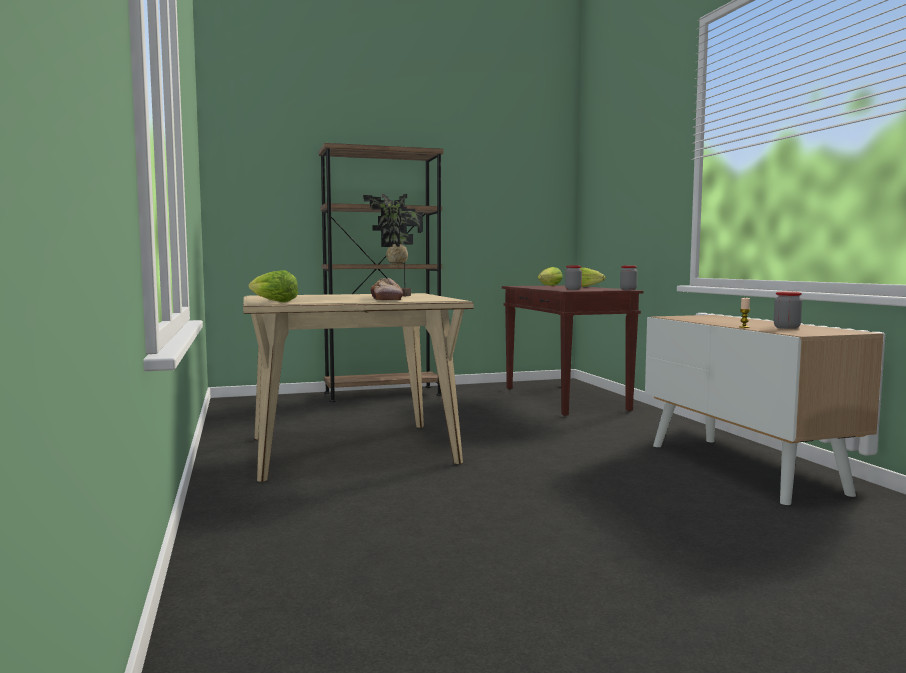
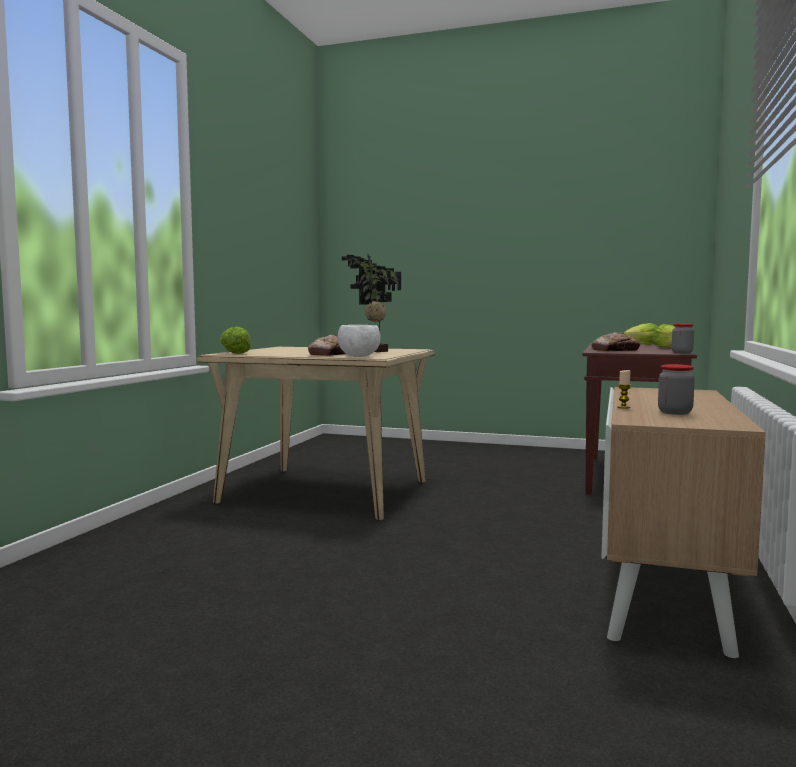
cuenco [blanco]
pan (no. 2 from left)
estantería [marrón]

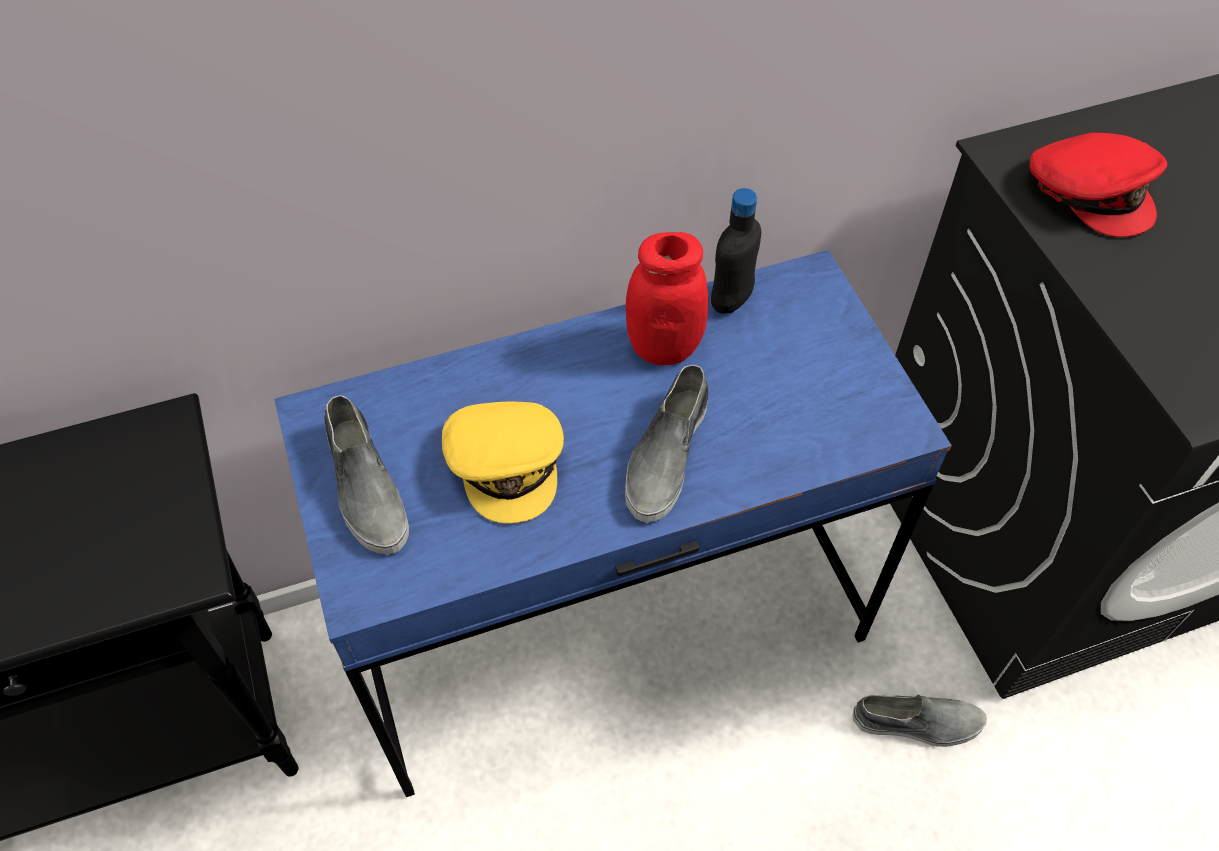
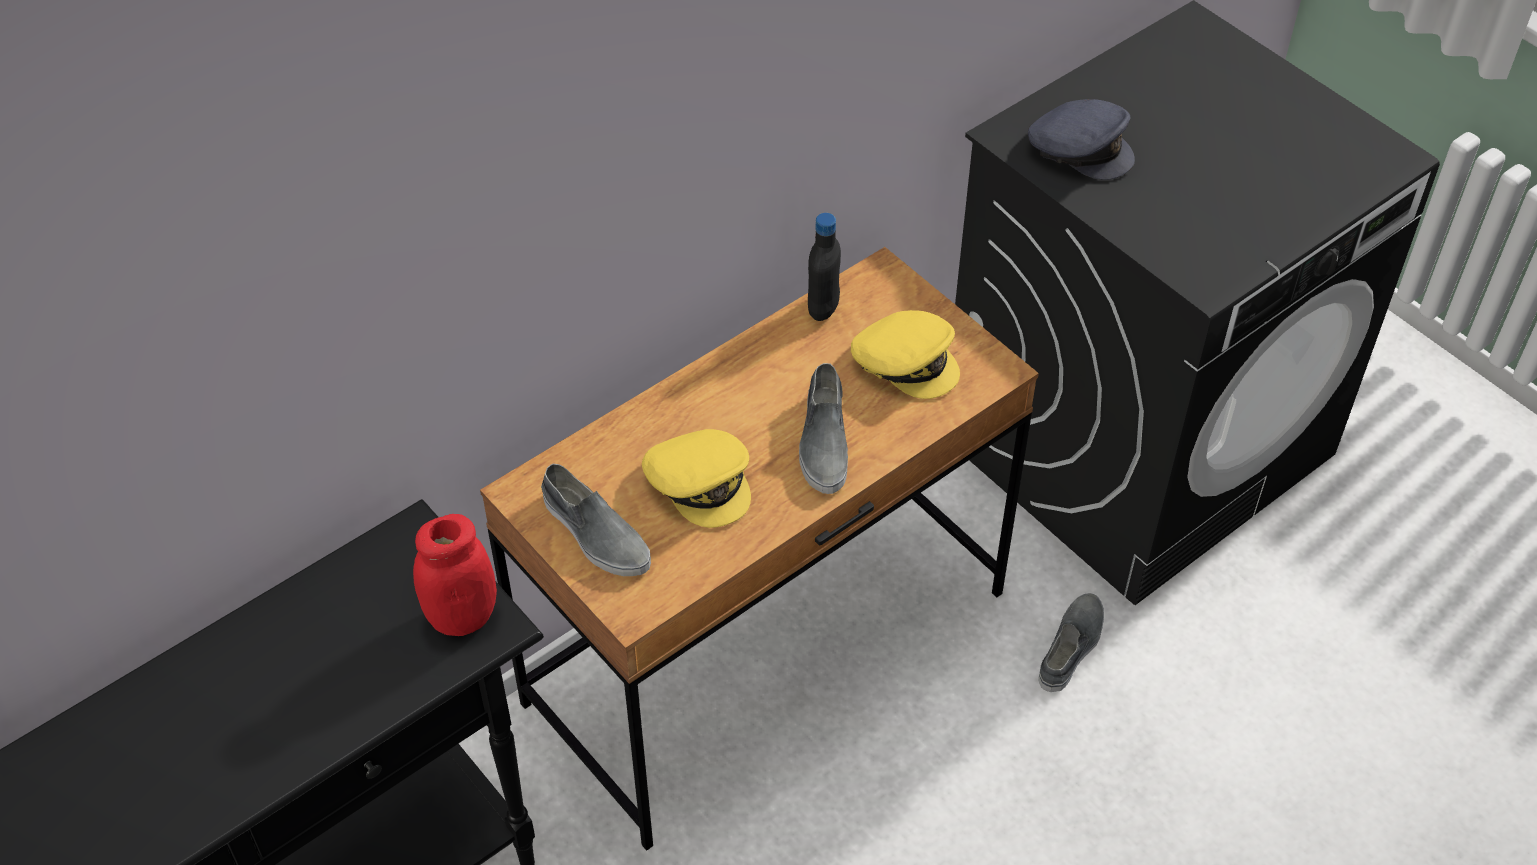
tarro [rojo]
escritorio [marrón]
gorra [amarillo] (no. 2 from left)
gorra [gris]
zapato [gris] (no. 3 from left)

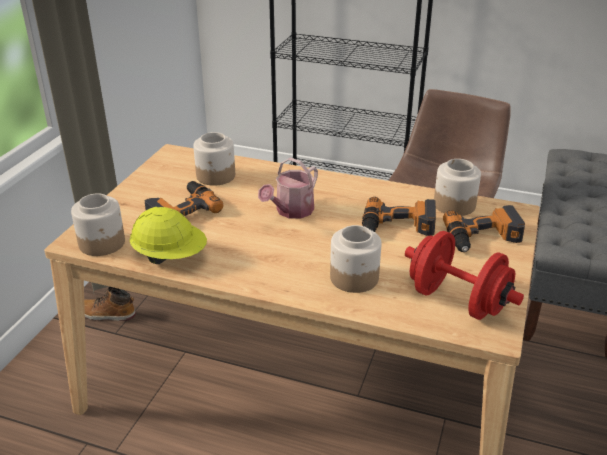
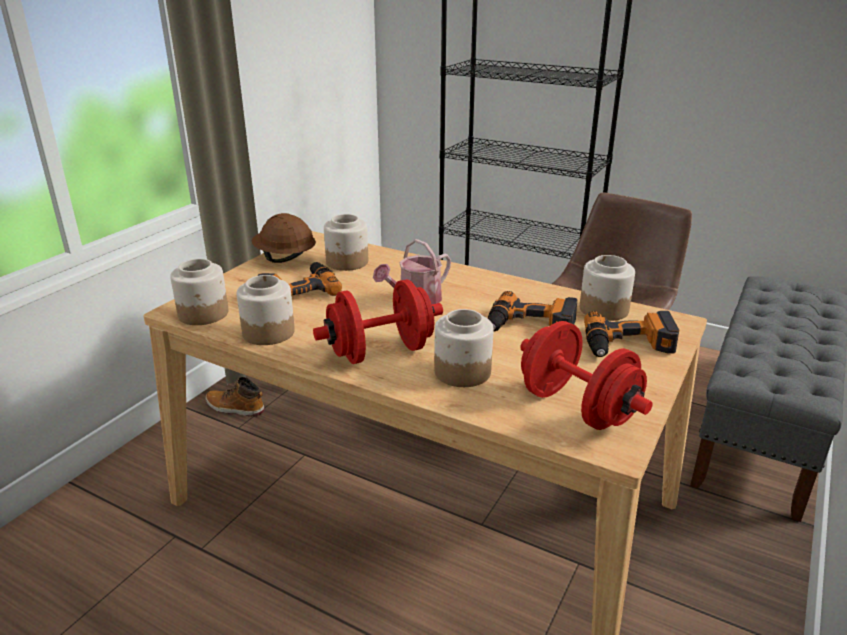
tarro (no. 2 from left)
casco [marrón]
mancuerna [rojo] (no. 1 from left)

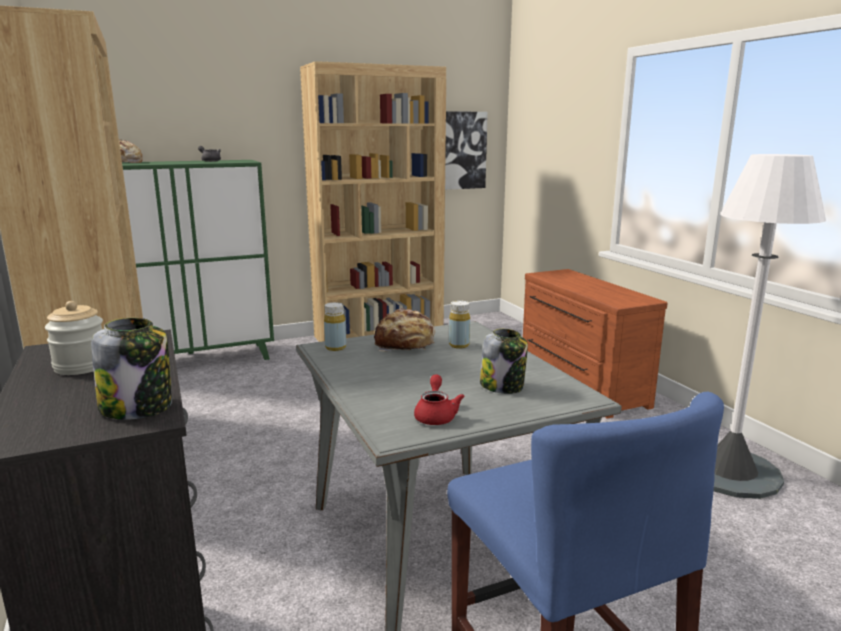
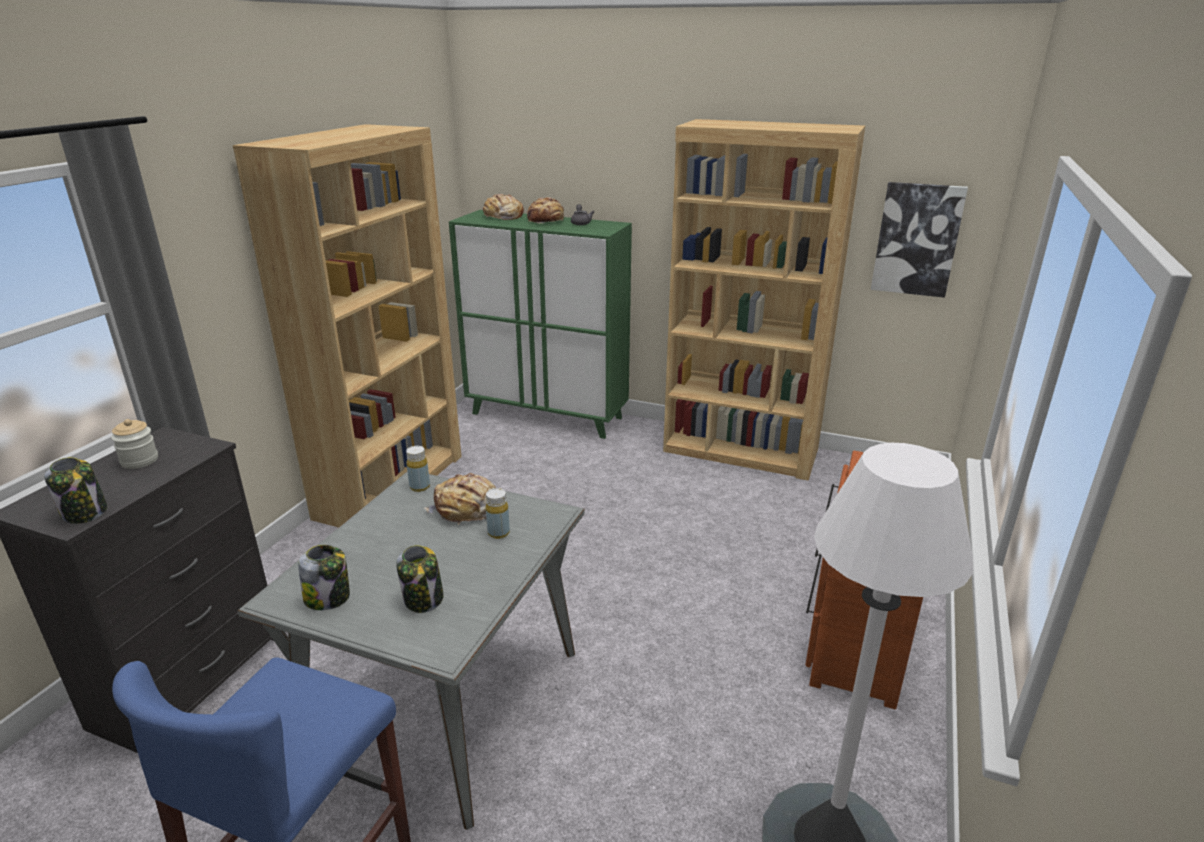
tarro (no. 3 from left)
pan (no. 3 from left)

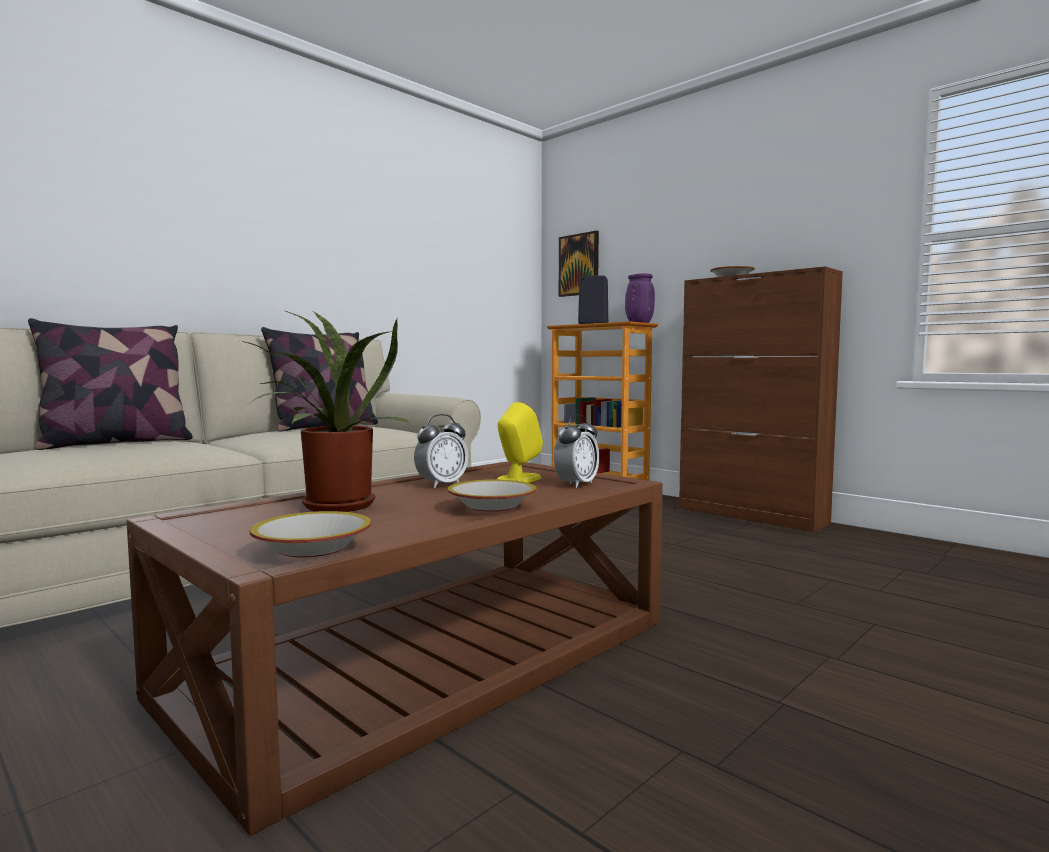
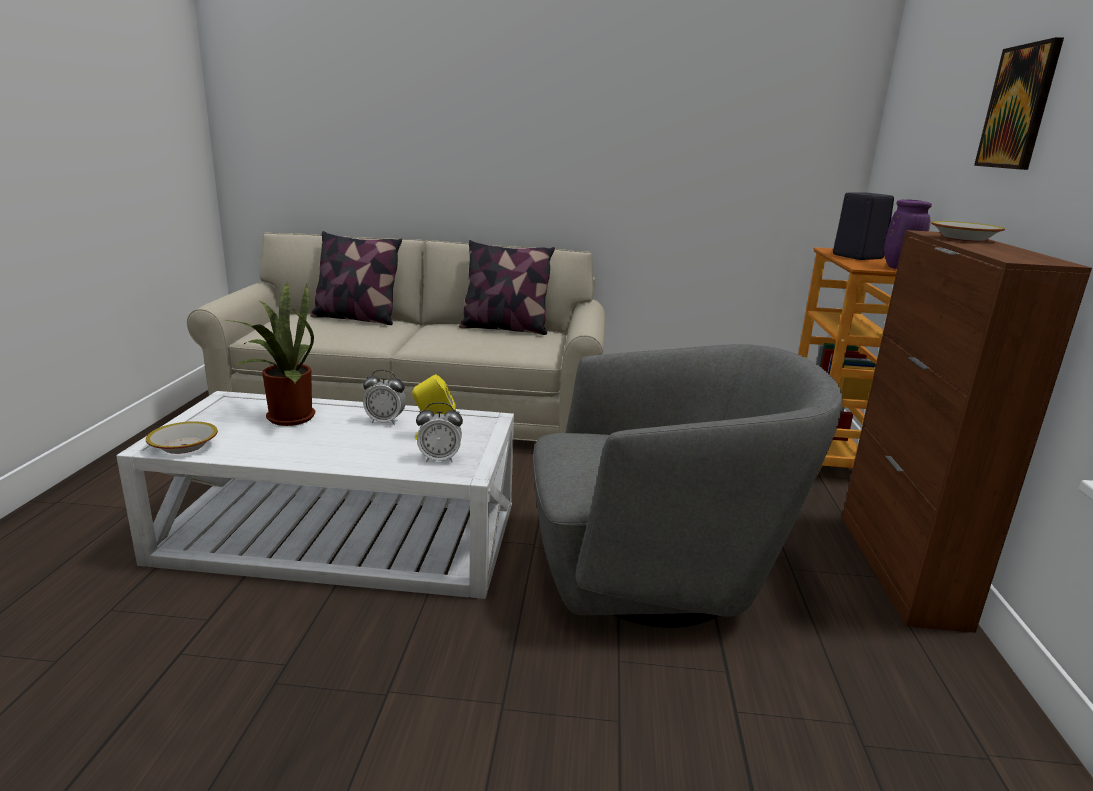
mesa de centro [blanco]
sillón [gris]
cuadro
cuenco (no. 2 from left in the first image)

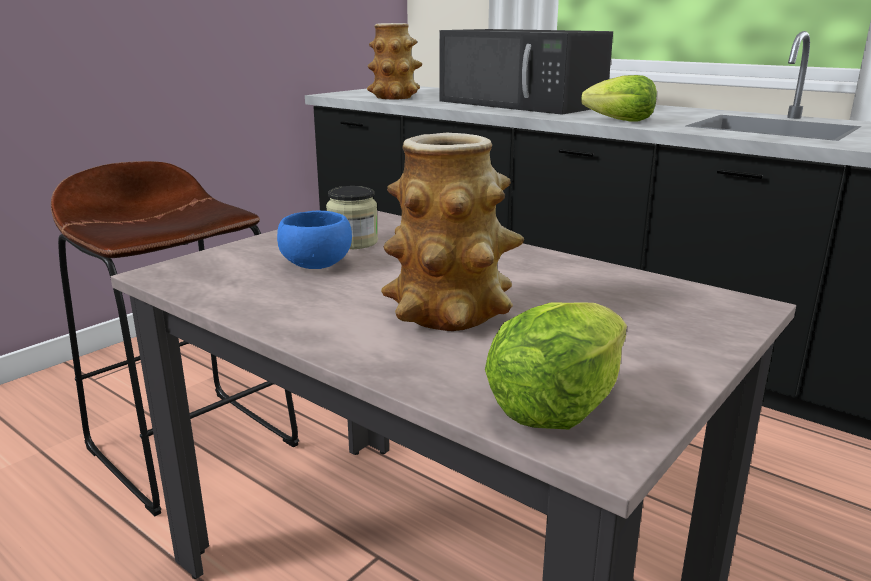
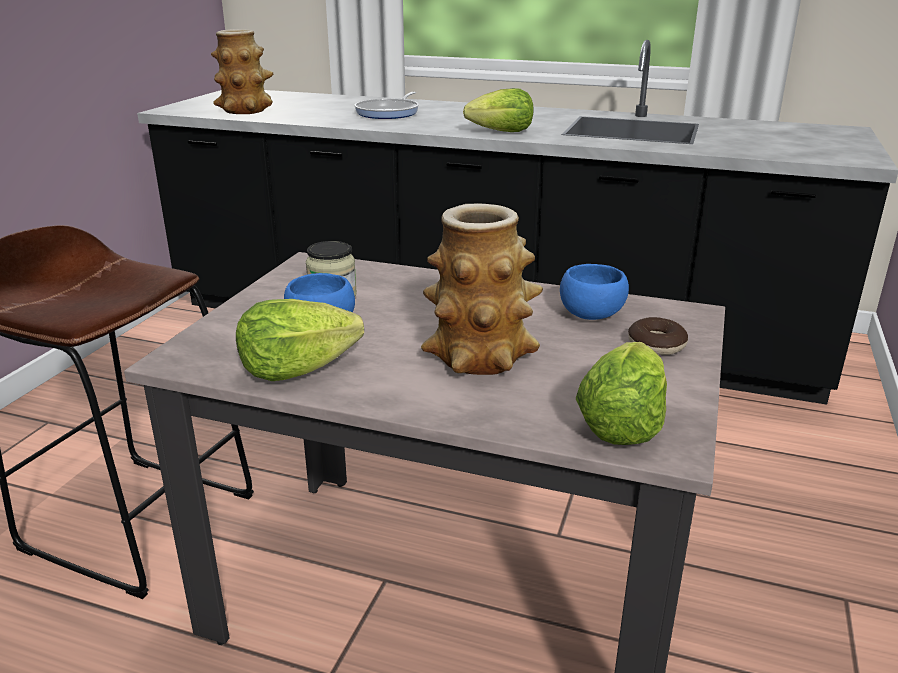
lechuga (no. 1 from left)
sartén
cuenco [azul] (no. 2 from left)
rosquilla

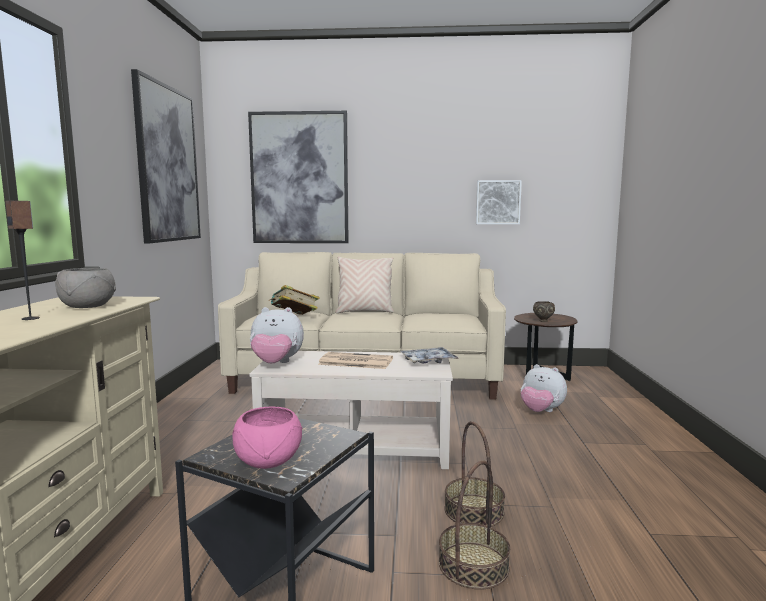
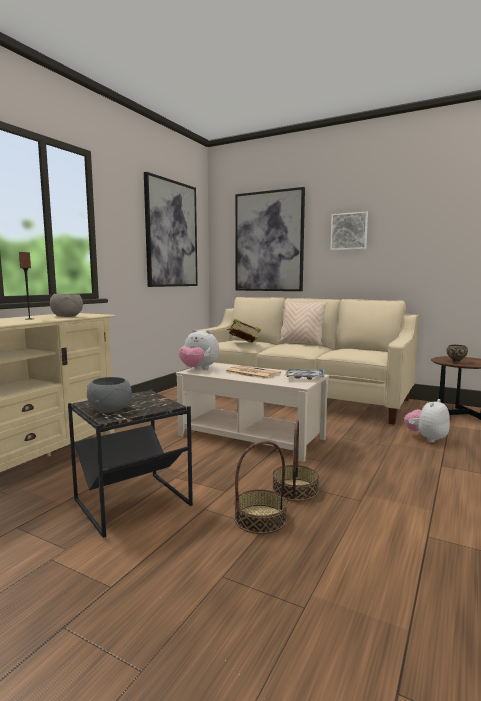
cuenco [gris] (no. 2 from left)
cuadro (no. 3 from left)
peluche (no. 2 from left)

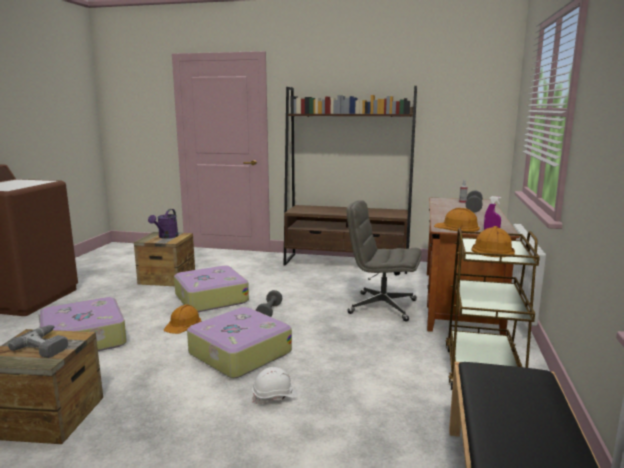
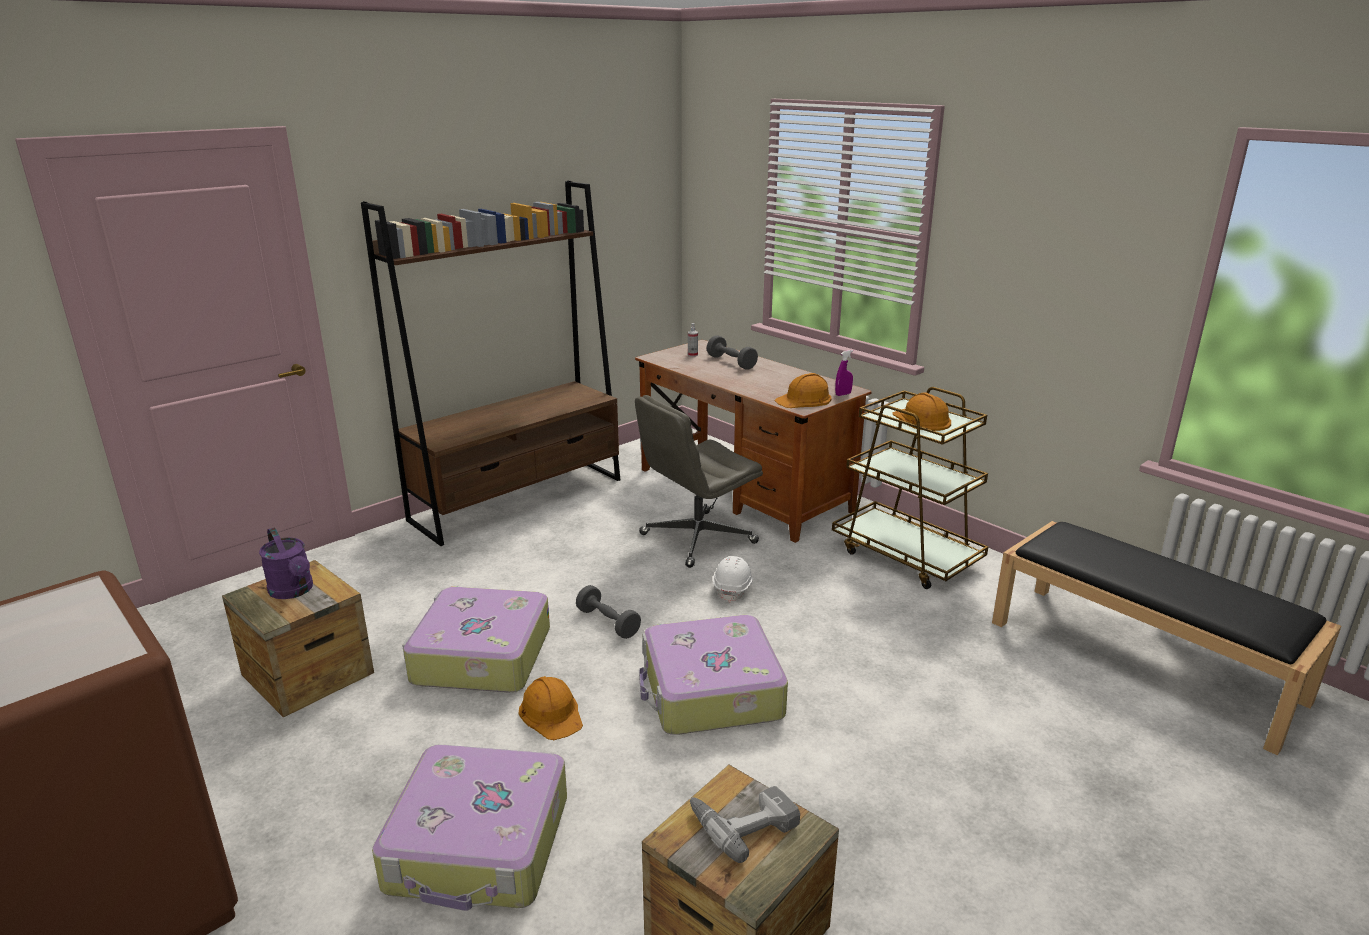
casco [blanco]

